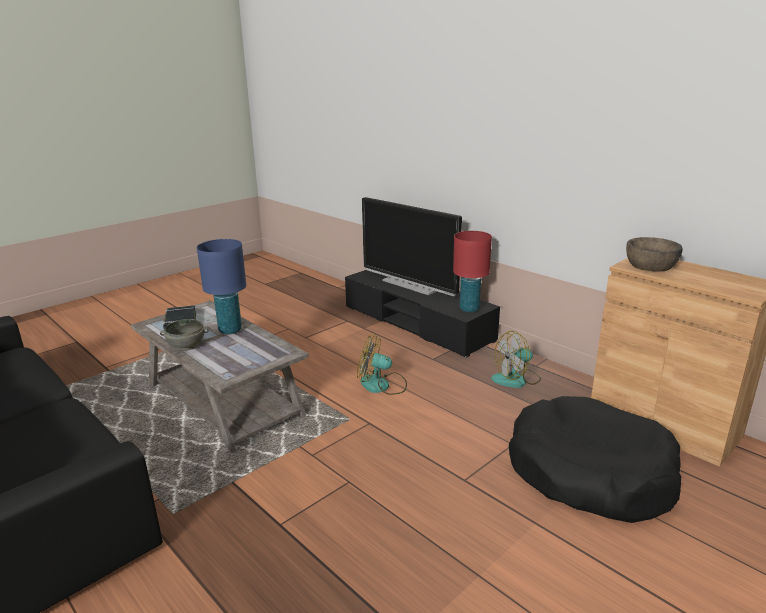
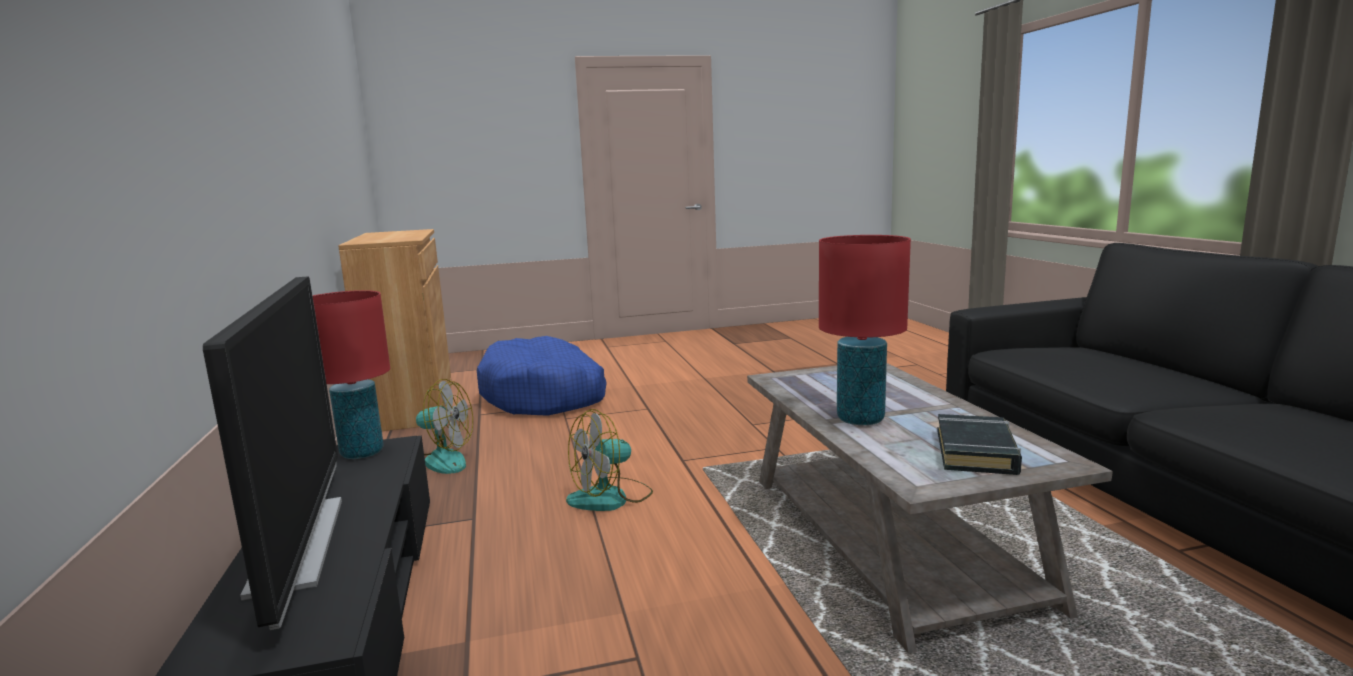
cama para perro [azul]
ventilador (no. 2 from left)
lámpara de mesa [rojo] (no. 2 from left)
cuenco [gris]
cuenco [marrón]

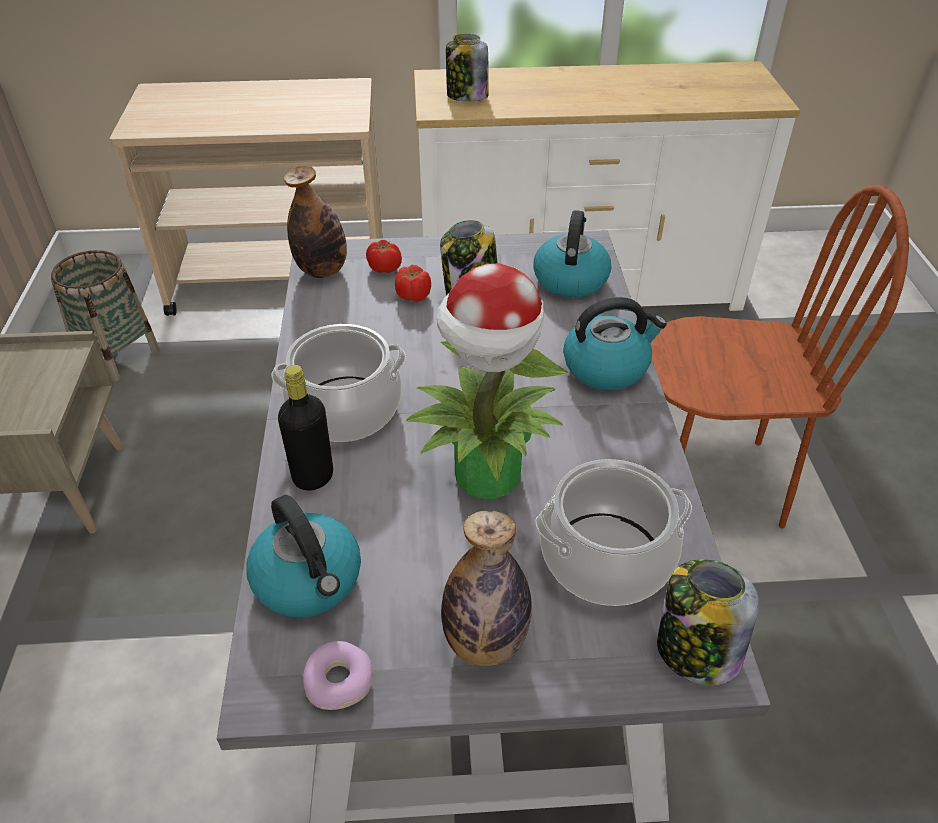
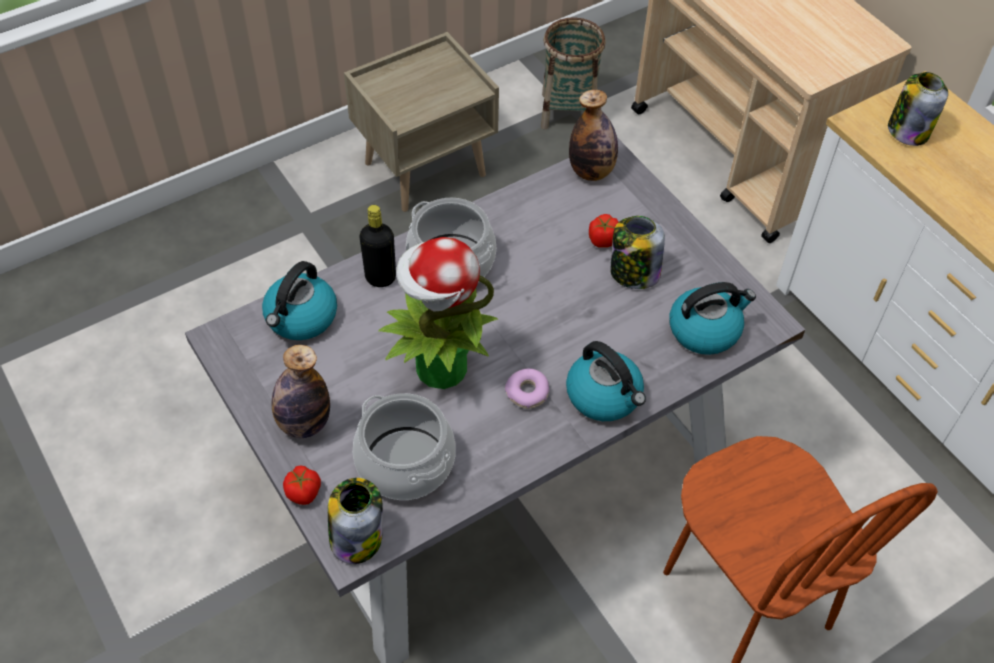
tomate (no. 1 from left)
rosquilla

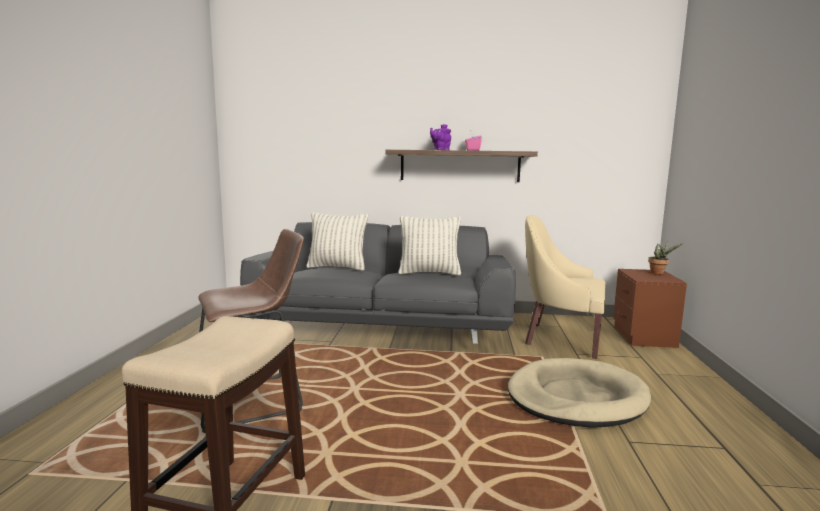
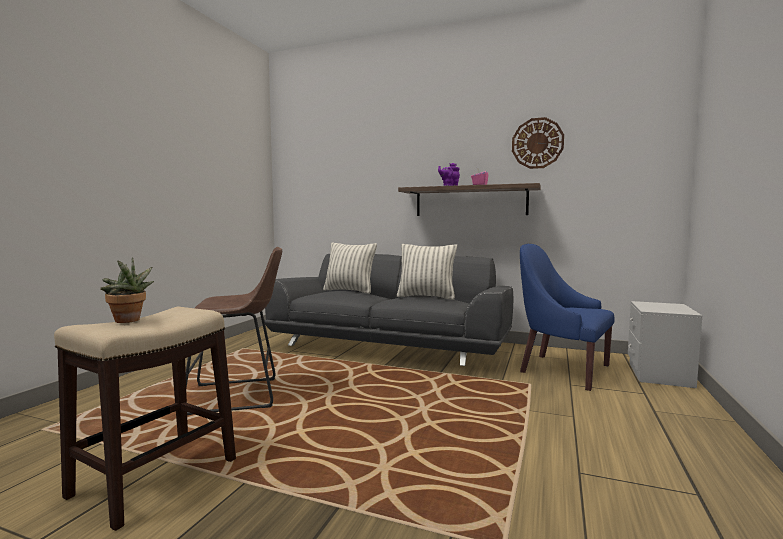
planta en maceta
reloj de pared
sillón [azul]
mesita de noche [gris]
cama para perro [beis]

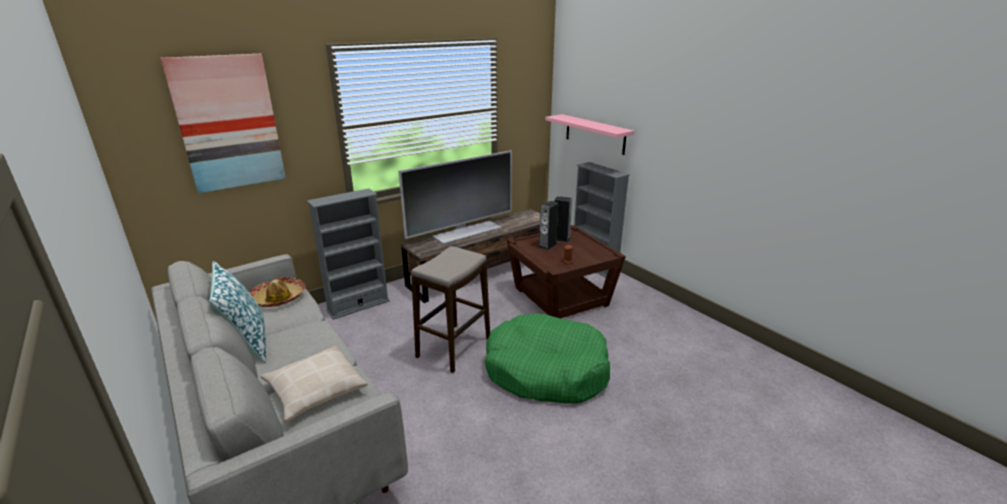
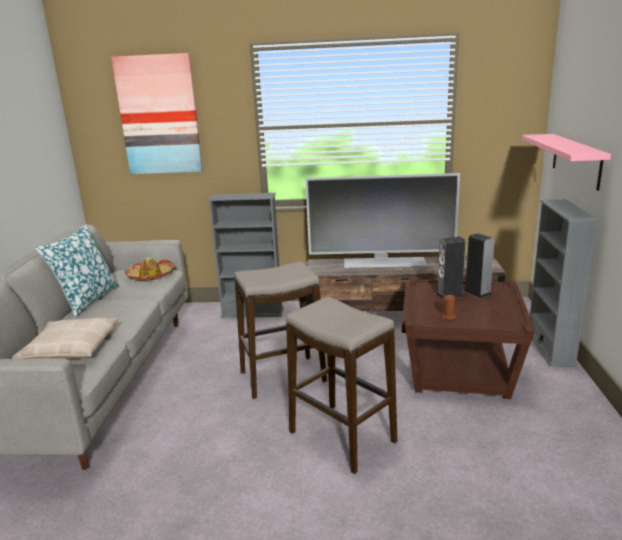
taburete (no. 2 from left)

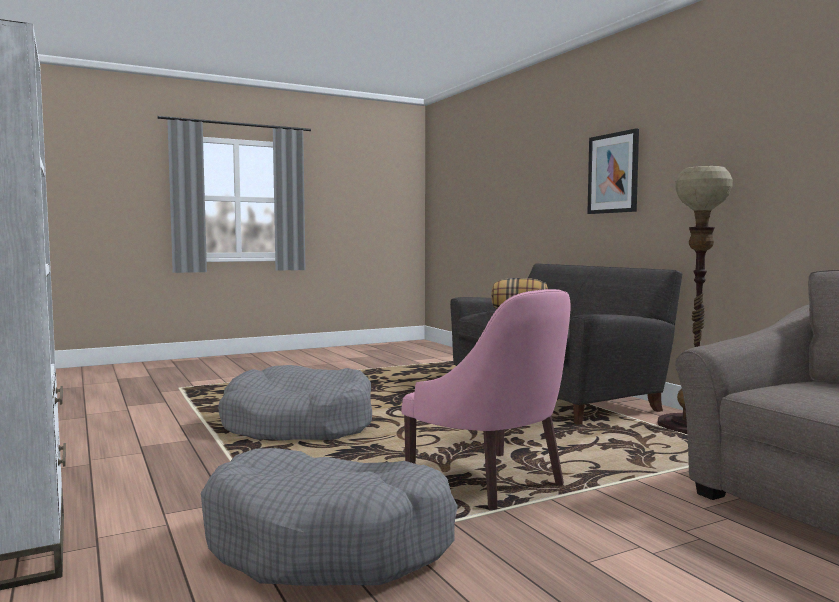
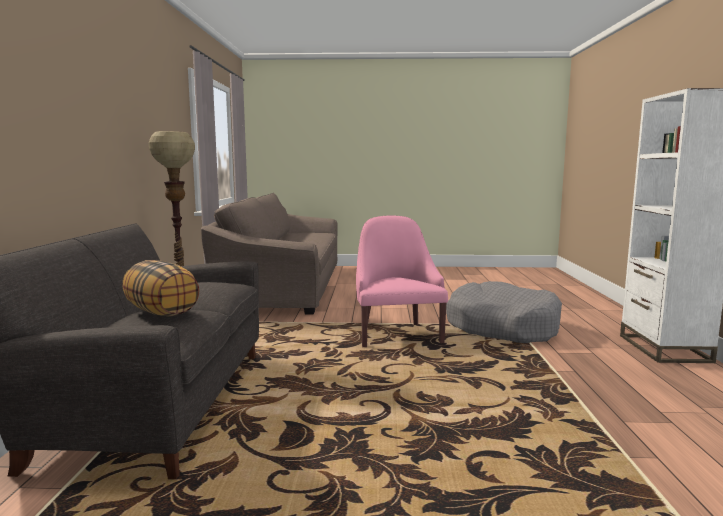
cama para perro [gris] (no. 1 from left in the first image)
cuadro

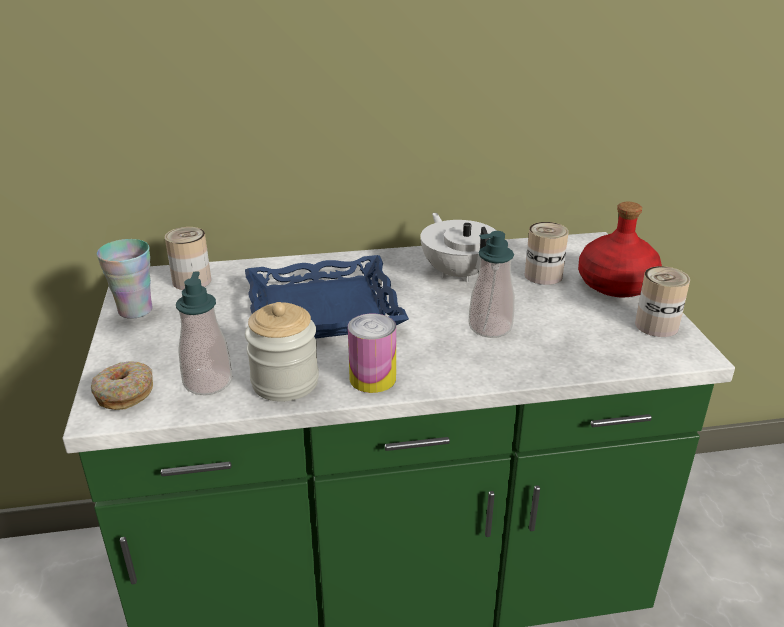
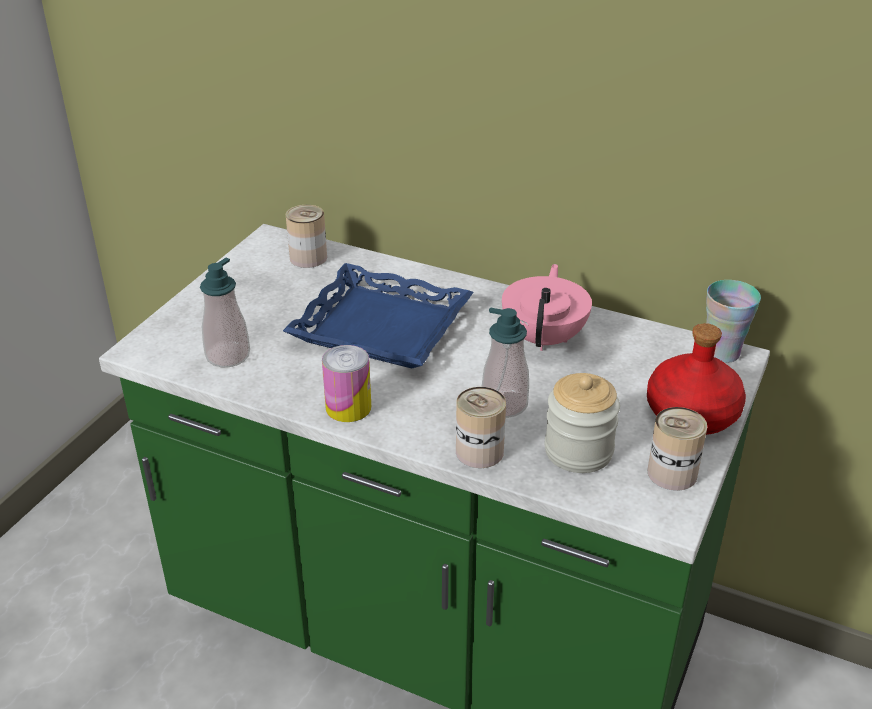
lata (no. 3 from left)
tetera [rosa]
tarro
taza
rosquilla

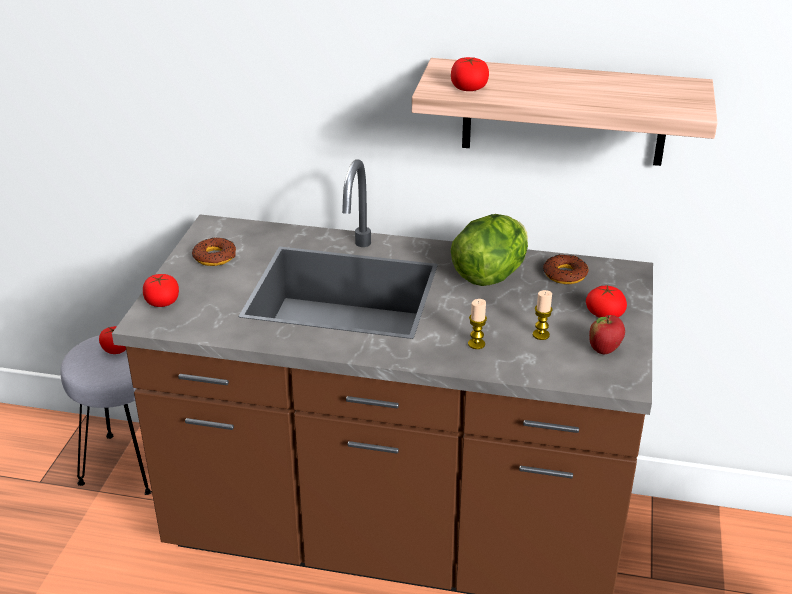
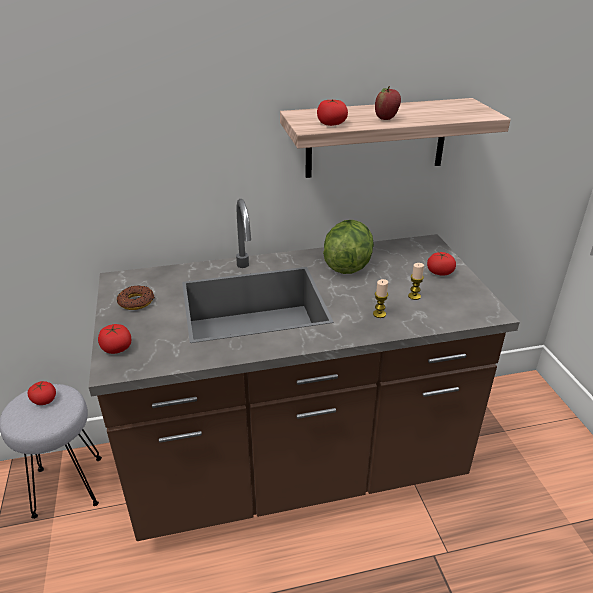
manzana
rosquilla (no. 2 from left in the first image)

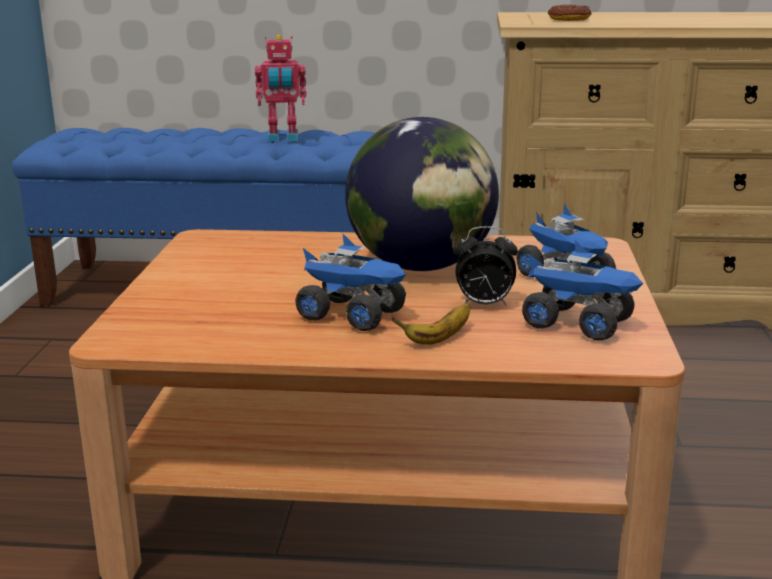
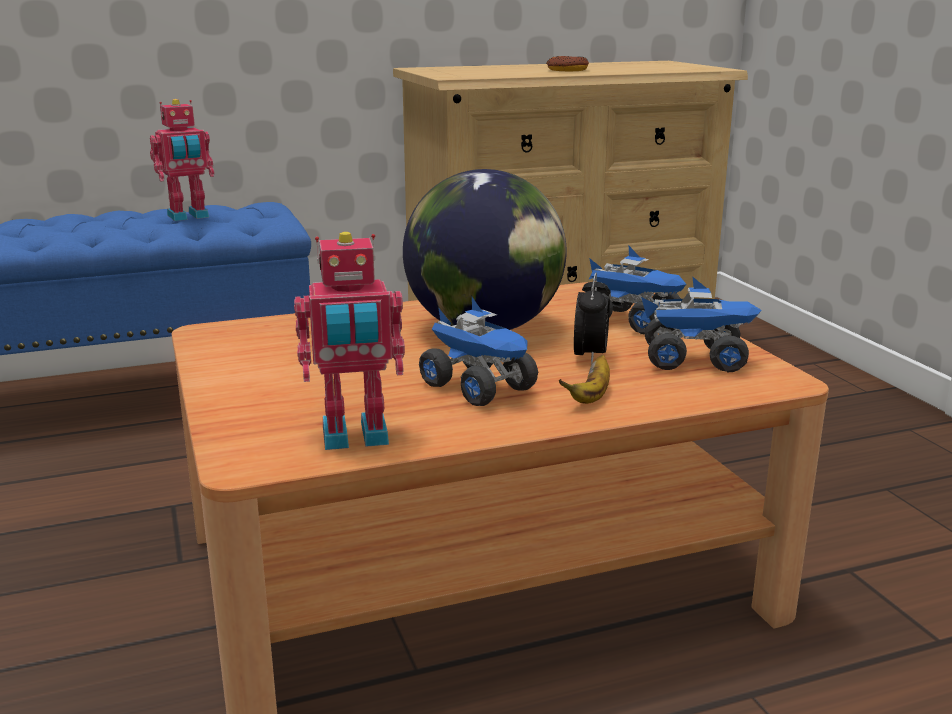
robot de juguete (no. 2 from left)
camión de juguete (no. 1 from left)
rosquilla
despertador

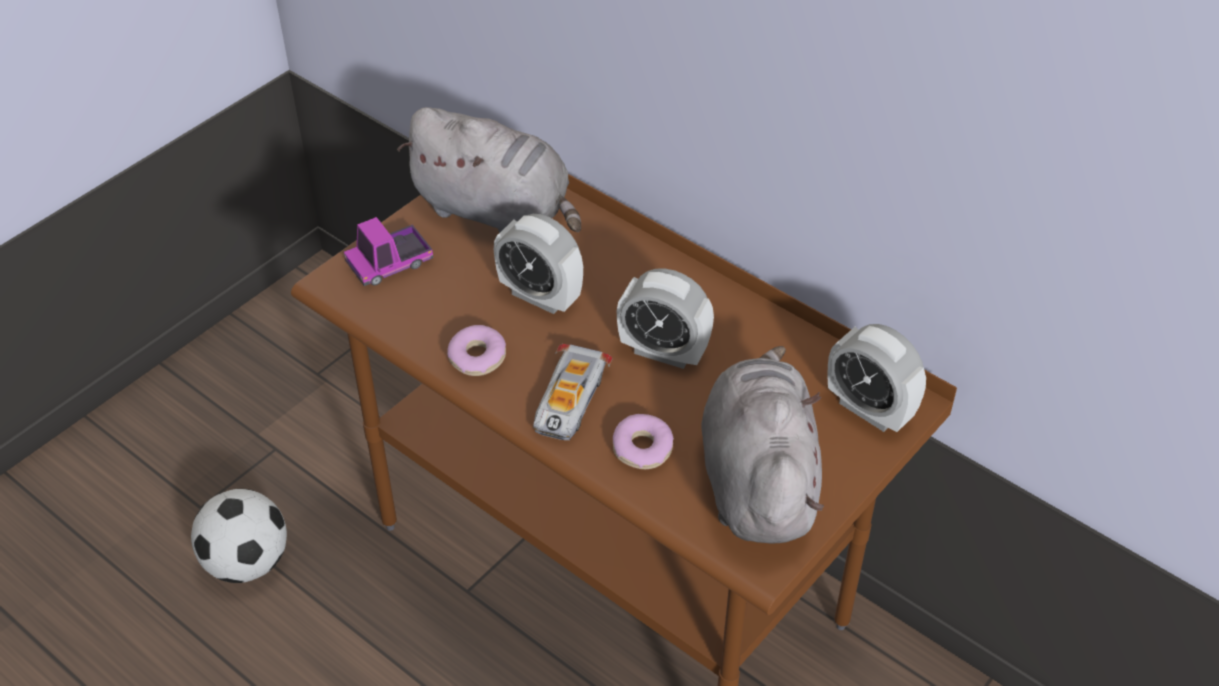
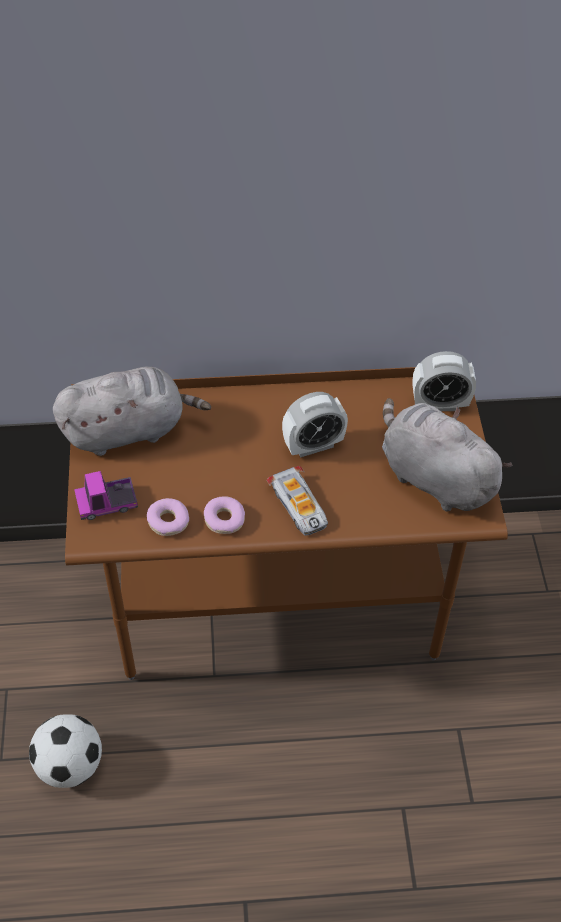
camión de juguete
rosquilla (no. 1 from left)
despertador (no. 1 from left in the first image)

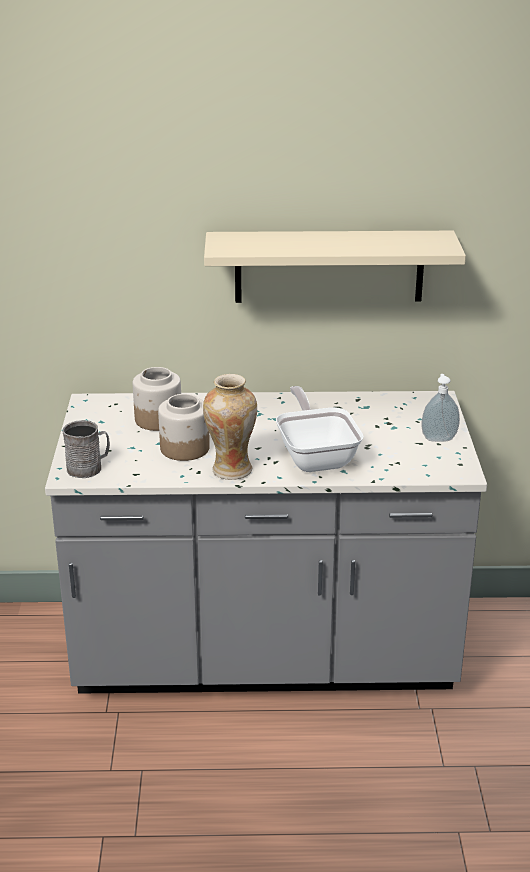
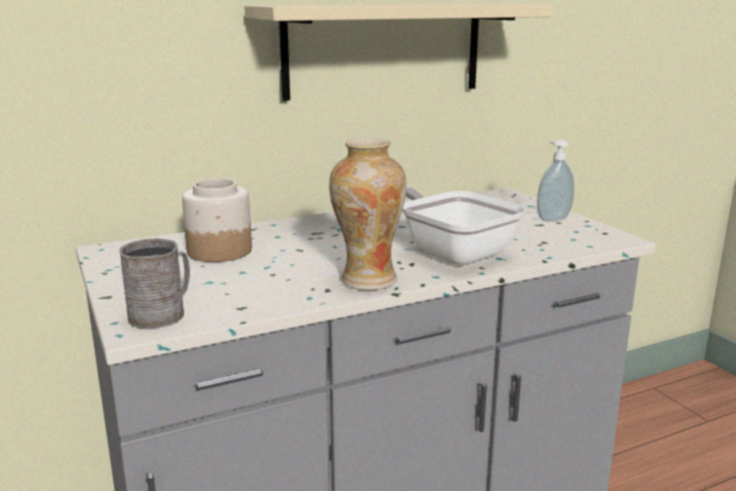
tarro (no. 2 from left in the first image)

